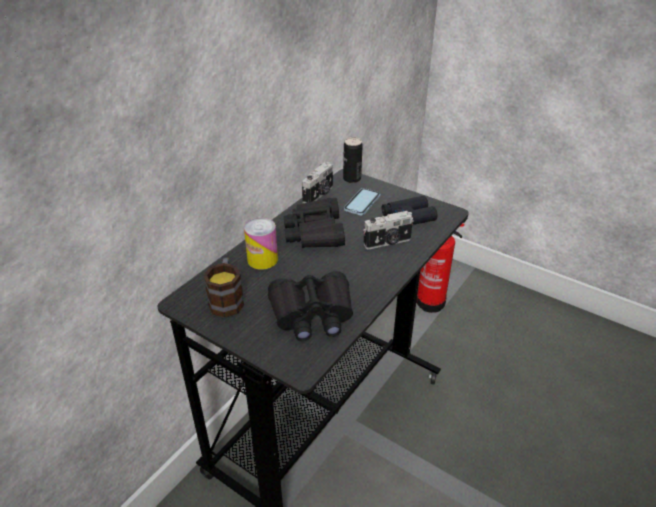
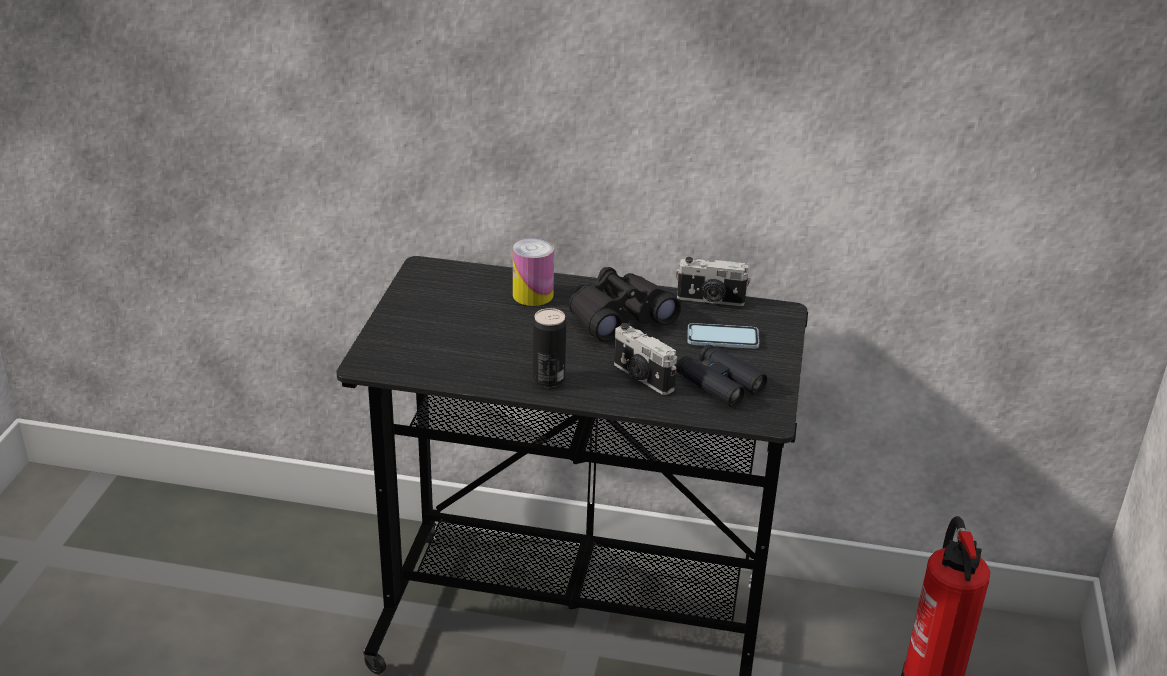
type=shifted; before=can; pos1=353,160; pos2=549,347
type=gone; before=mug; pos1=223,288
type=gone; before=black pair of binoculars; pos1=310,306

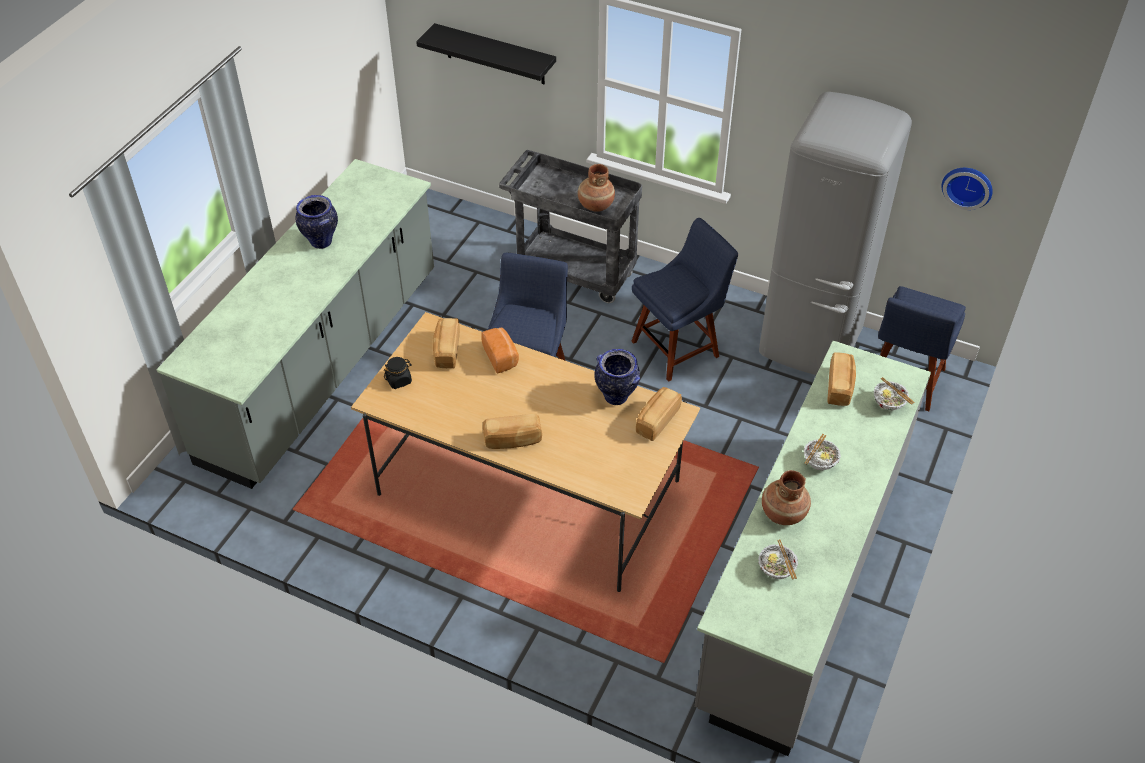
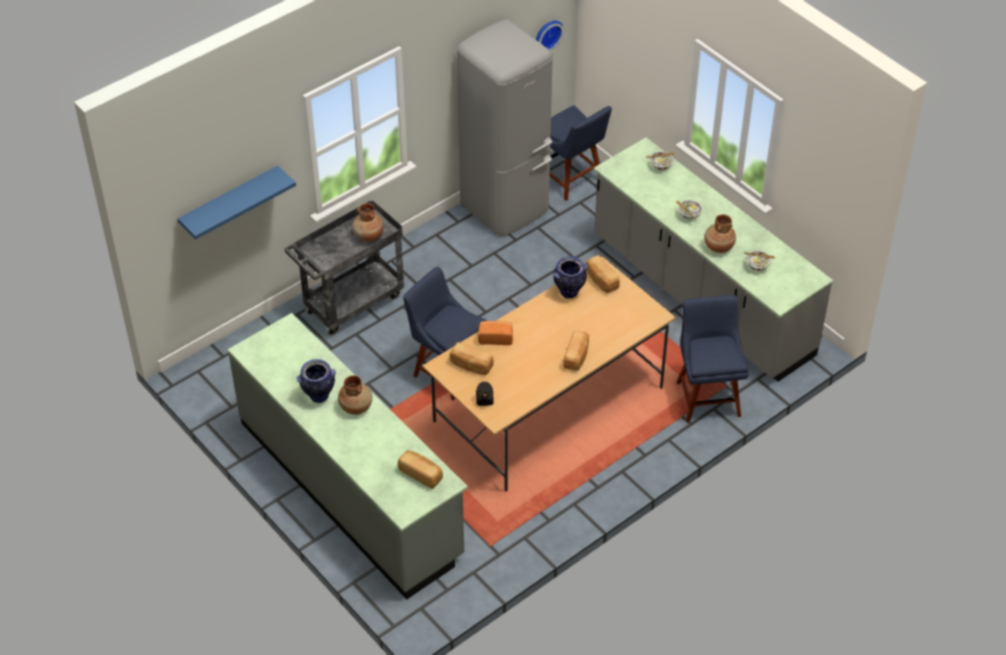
type=repainted; before=black shelf; after=blue-coloured shelf; pos1=486,53; pos2=236,202
type=shifted; before=blue-coloured plain chair; pos1=684,300; pos2=712,358
type=shifted; before=bakery bread; pos1=841,379; pos2=420,469
type=new; after=brownish flower vase; pos2=355,395

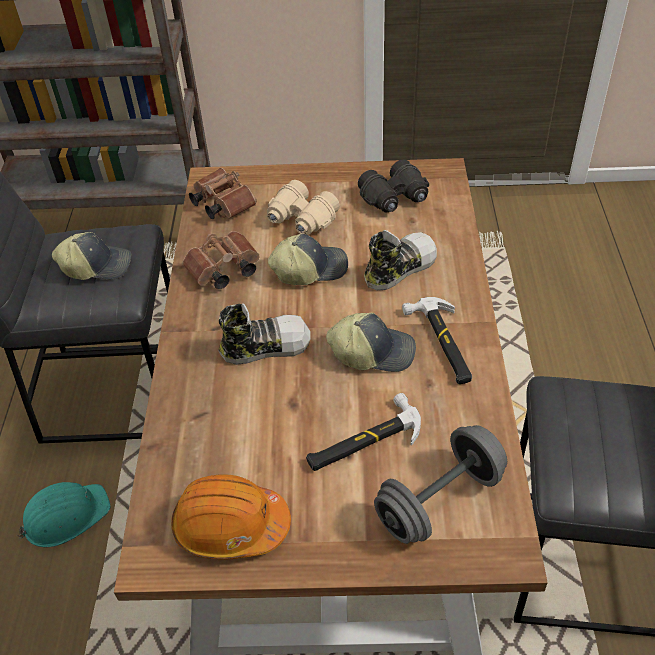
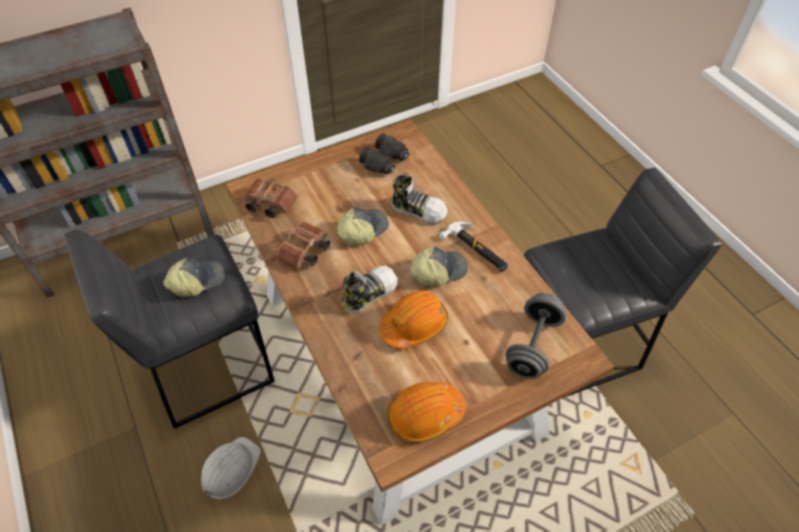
type=gone; before=beige-coloured pair of binoculars; pos1=303,207
type=rotated; before=shoe; pos1=400,260; pos2=419,200; turn=90
type=gone; before=hand hammer; pos1=363,432
type=repainted; before=turquoise-coloured work helmet; after=white-coloured work helmet; pos1=64,514; pos2=231,468
type=new; after=orangey work helmet; pos2=413,319

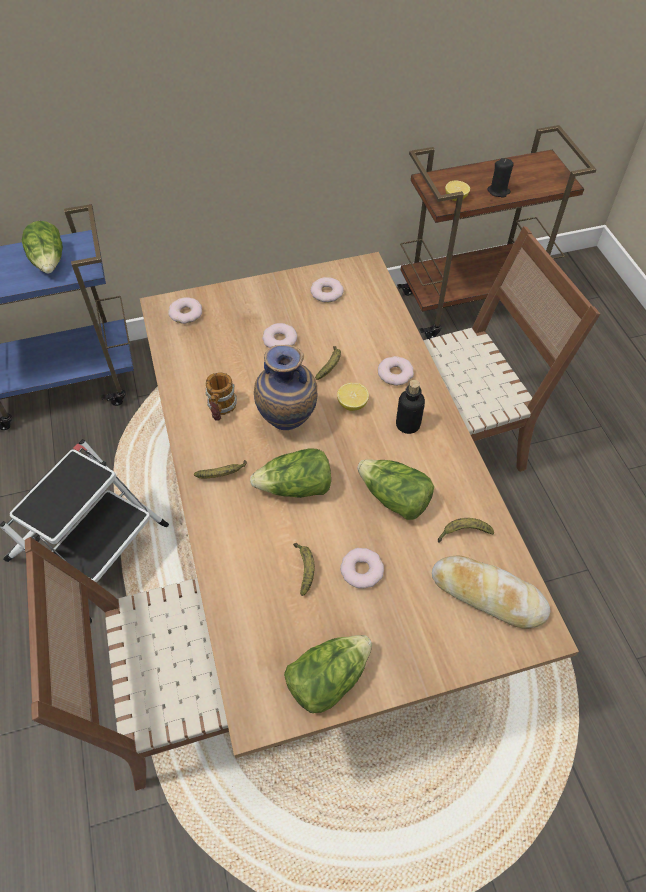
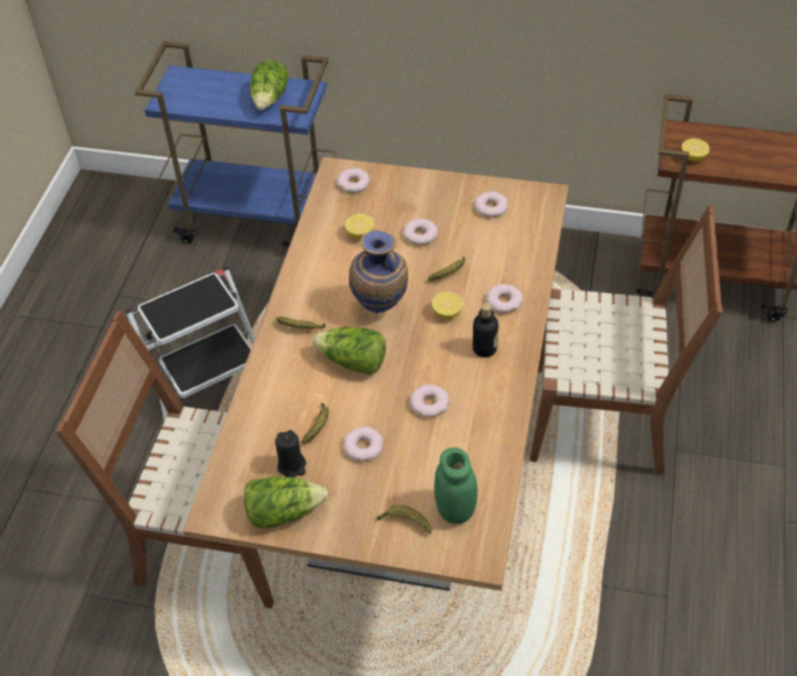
type=shifted; before=black wax light; pos1=500,178; pos2=290,453
type=gone; before=mug; pos1=221,397
type=swapped; before=lettuce head; after=donut; pos1=395,489; pos2=430,401
type=shifted; before=banana; pos1=465,530; pos2=404,519
type=swapped; before=bakery bread; after=greenish storage jar; pos1=491,592; pos2=455,485
type=new; after=citrus fruit; pos2=359,226

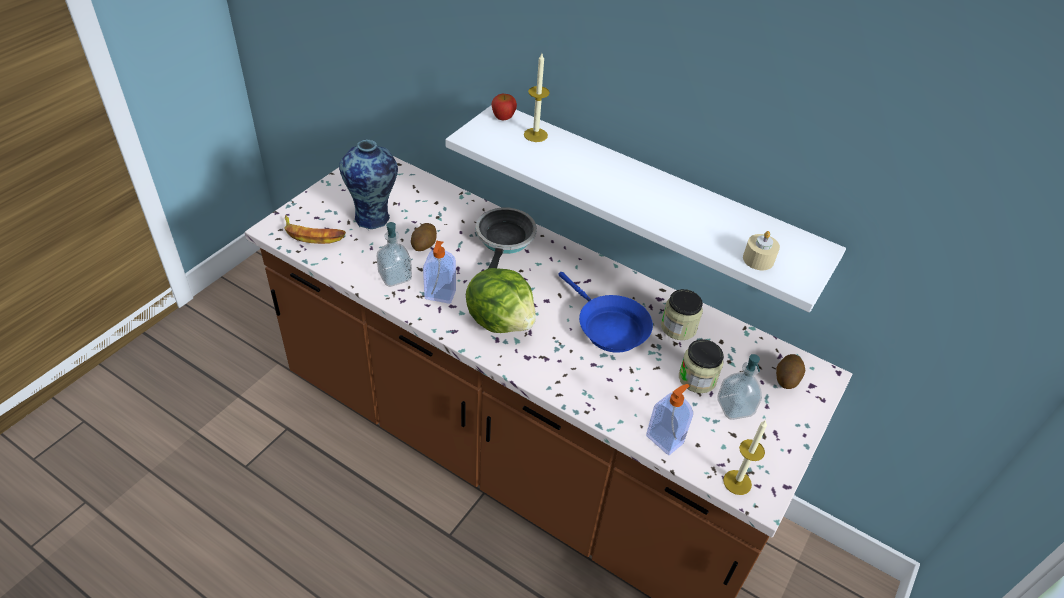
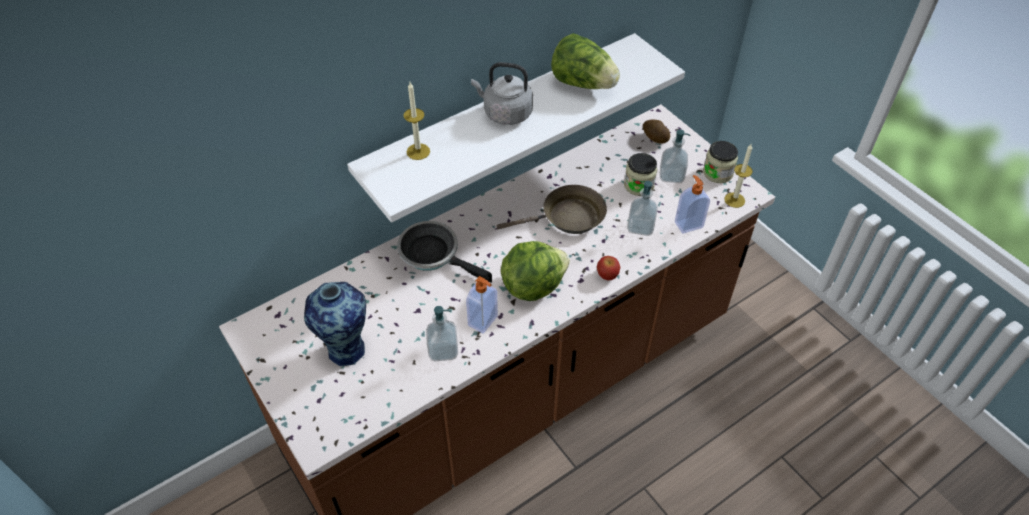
type=shifted; before=apple fruit; pos1=504,107; pos2=608,268
type=gone; before=banana; pos1=315,229
type=gone; before=potato; pos1=424,237
type=gone; before=beige-coloured wax light; pos1=761,250
type=repainted; before=blue-coloured skillet; after=brownish skillet; pos1=605,312; pos2=551,209
type=shifted; before=storage jar; pos1=682,314; pos2=720,162
type=new; after=lettuce head; pos2=585,61
type=new; after=grey tea kettle; pos2=502,93
type=new; after=soap dispenser; pos2=642,208

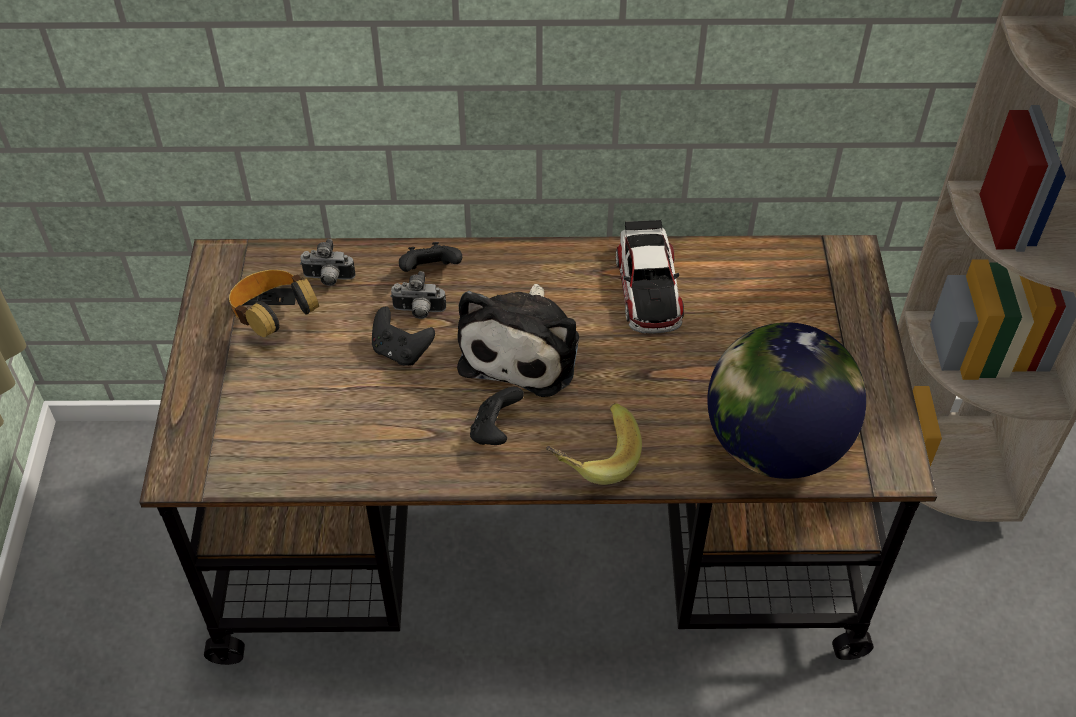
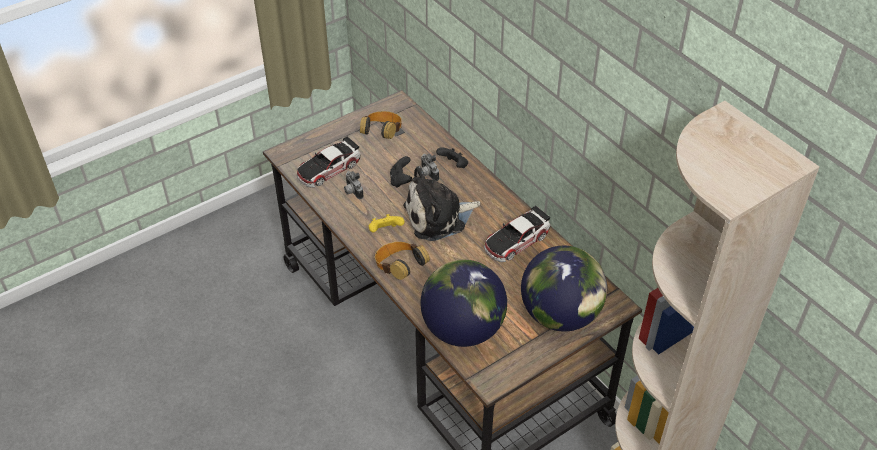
type=shifted; before=photo camera; pos1=328,262; pos2=354,185
type=repainted; before=black gamepad; after=yellow-coloured gamepad; pos1=497,416; pos2=387,223
type=swapped; before=banana; after=headset; pos1=594,444; pos2=402,261
type=new; after=toy car; pos2=329,162
type=new; after=world globe; pos2=564,289

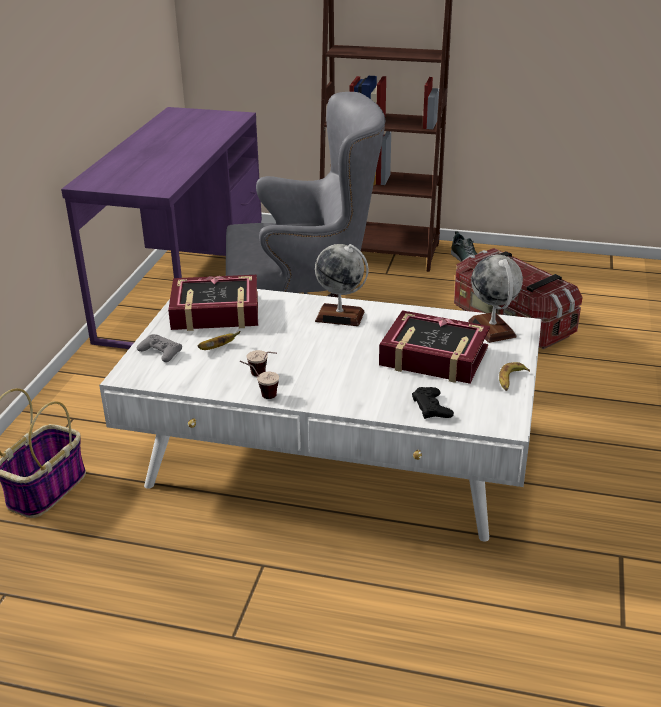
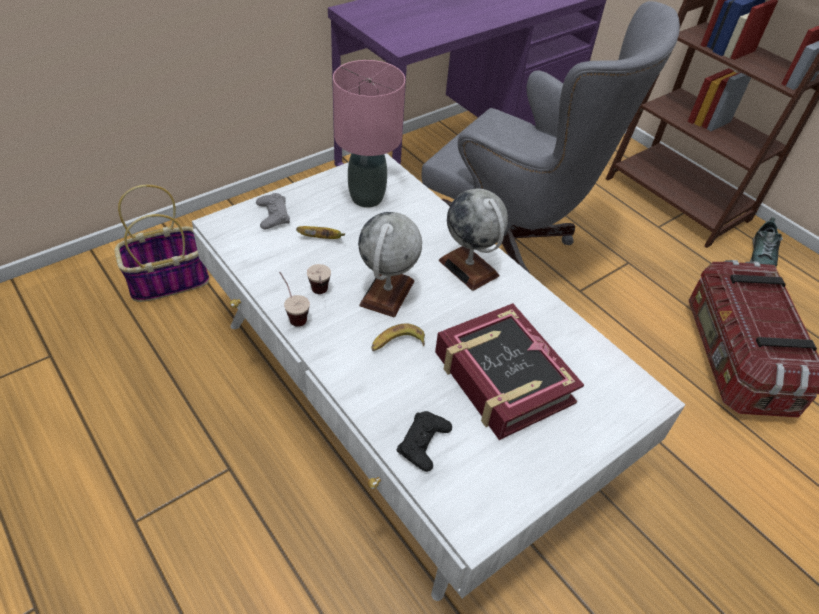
type=shifted; before=world globe; pos1=495,299; pos2=390,264
type=swapped; before=bound book; after=pink-coloured lamp for a table; pos1=213,303; pos2=369,134
type=shifted; before=banana; pos1=514,376; pos2=398,337

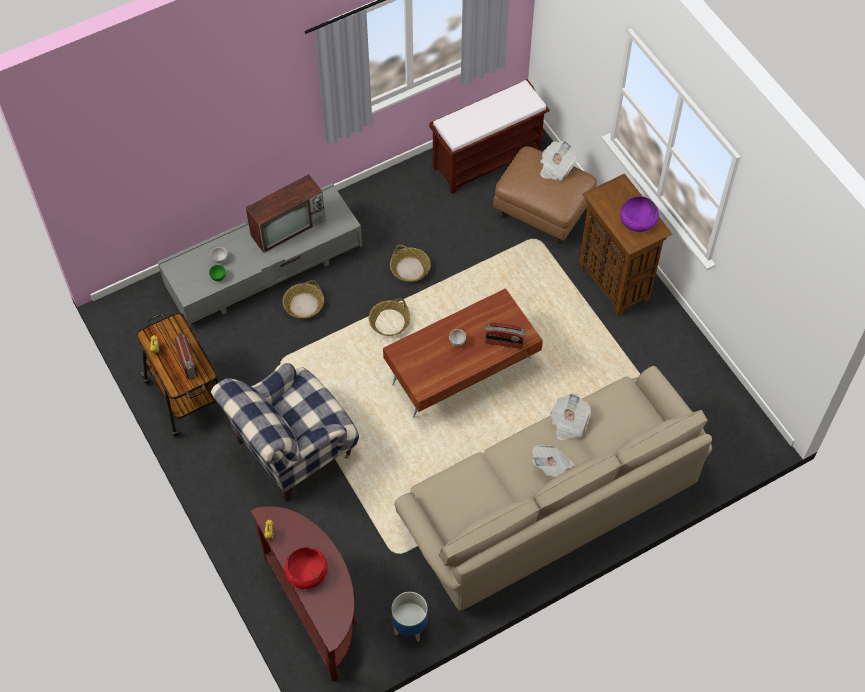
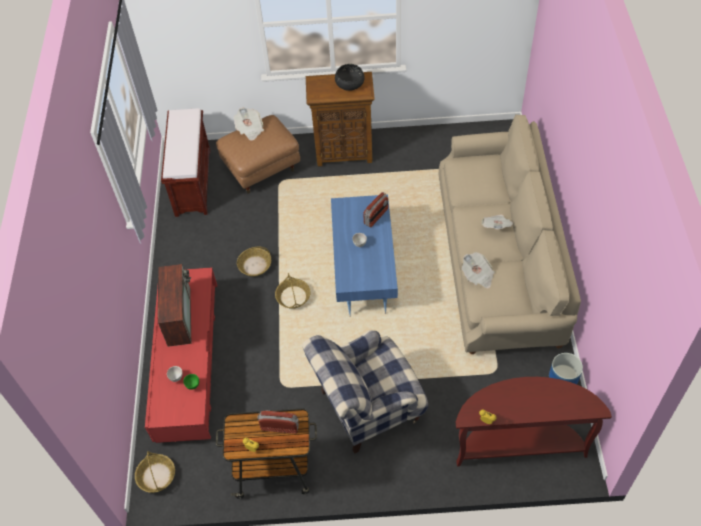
type=repainted; before=grey media console; after=reddish media console; pos1=260,254; pos2=181,355
type=repainted; before=purple serving bowl; after=black serving bowl; pos1=639,214; pos2=349,77
type=shifted; before=storage basket; pos1=303,299; pos2=155,472
type=repainted; before=brownish lounge table; after=blue-coloured lounge table; pos1=463,353; pos2=364,255
type=rotated; before=armchair; pos1=285,432; pos2=365,392; turn=75
type=shifted; before=daily paper; pos1=570,416; pos2=478,270
type=gone; before=reddish serving bowl; pos1=306,568

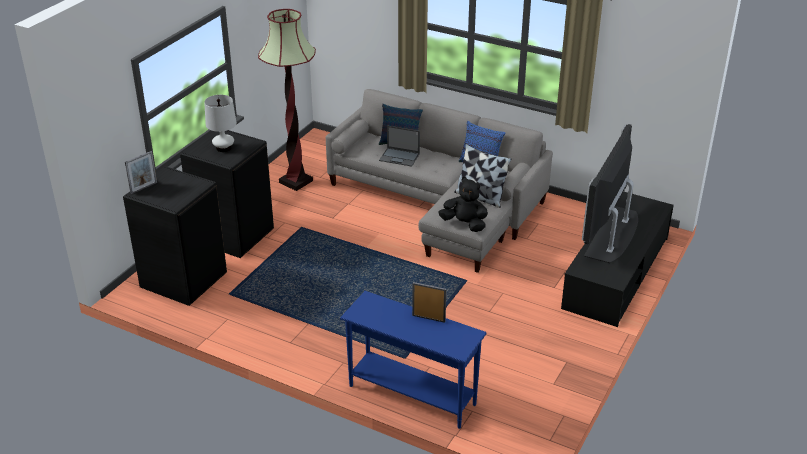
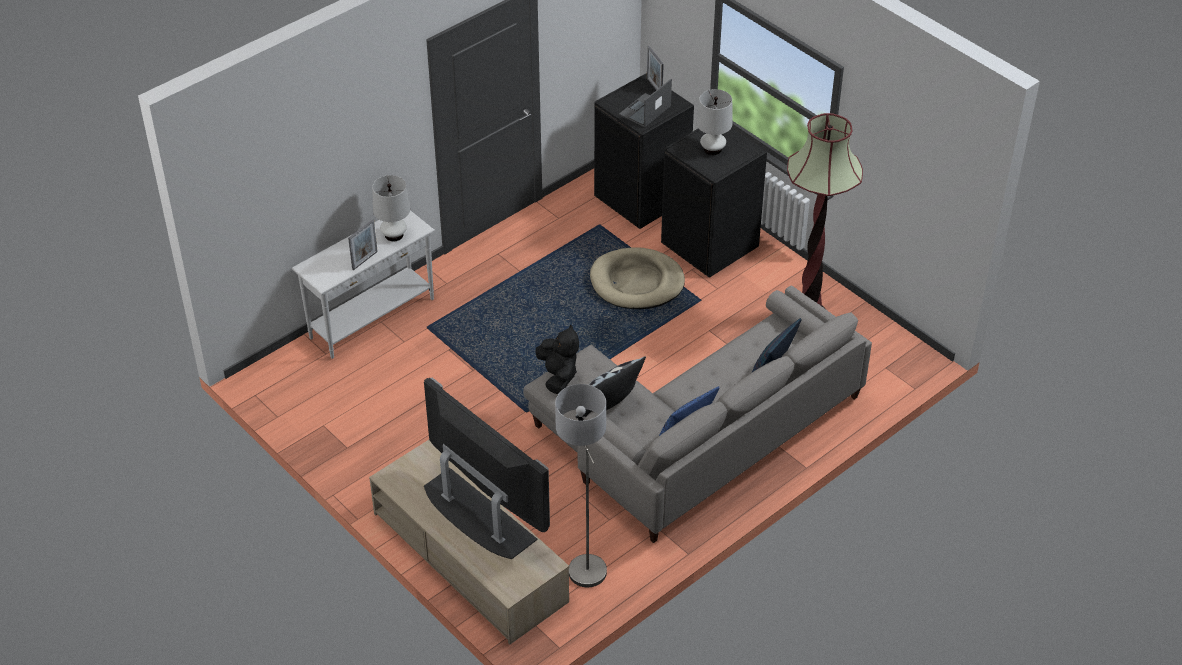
type=shifted; before=notebook computer; pos1=399,146; pos2=645,103
type=rotated; before=black cuddly toy; pos1=463,204; pos2=557,359; turn=-60
type=repainted; before=black media console; after=beige-coloured media console; pos1=617,259; pos2=469,542
type=repainted; before=blue-coloured narrow table; after=white-coloured narrow table; pos1=413,360; pos2=363,284
type=new; after=white-coloured lamp for a table; pos2=391,208
type=new; after=beige-coloured dog bed; pos2=637,278
type=new; after=grey floor lamp; pos2=581,485

